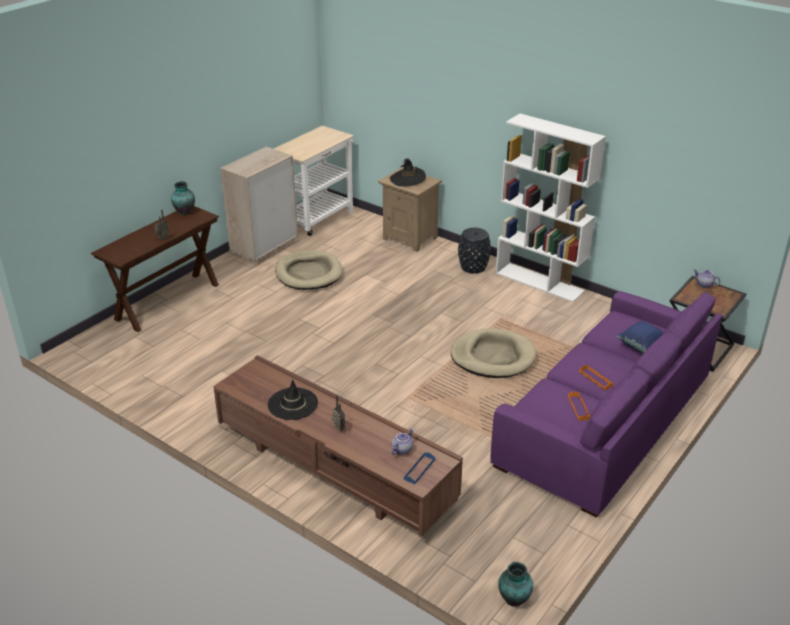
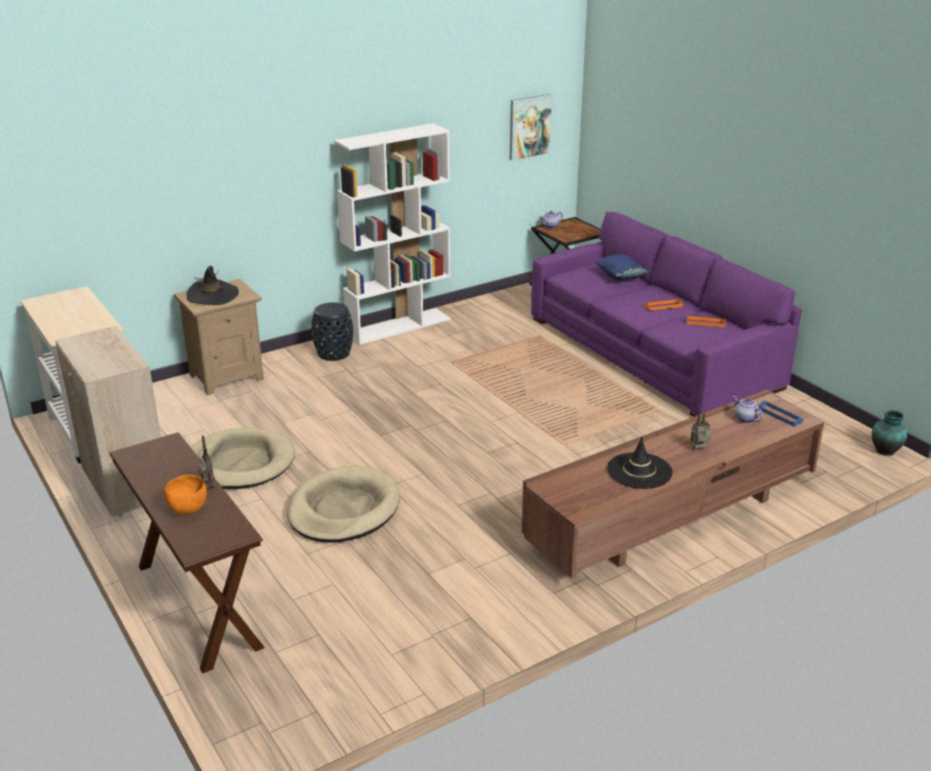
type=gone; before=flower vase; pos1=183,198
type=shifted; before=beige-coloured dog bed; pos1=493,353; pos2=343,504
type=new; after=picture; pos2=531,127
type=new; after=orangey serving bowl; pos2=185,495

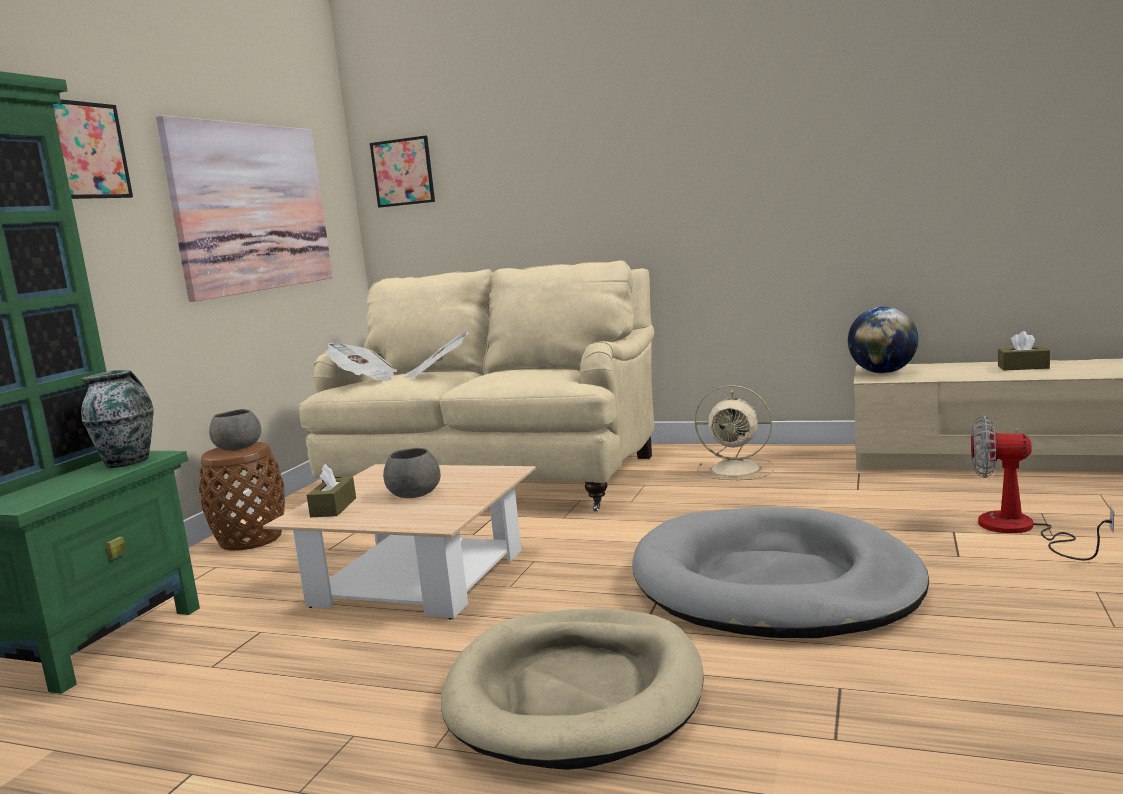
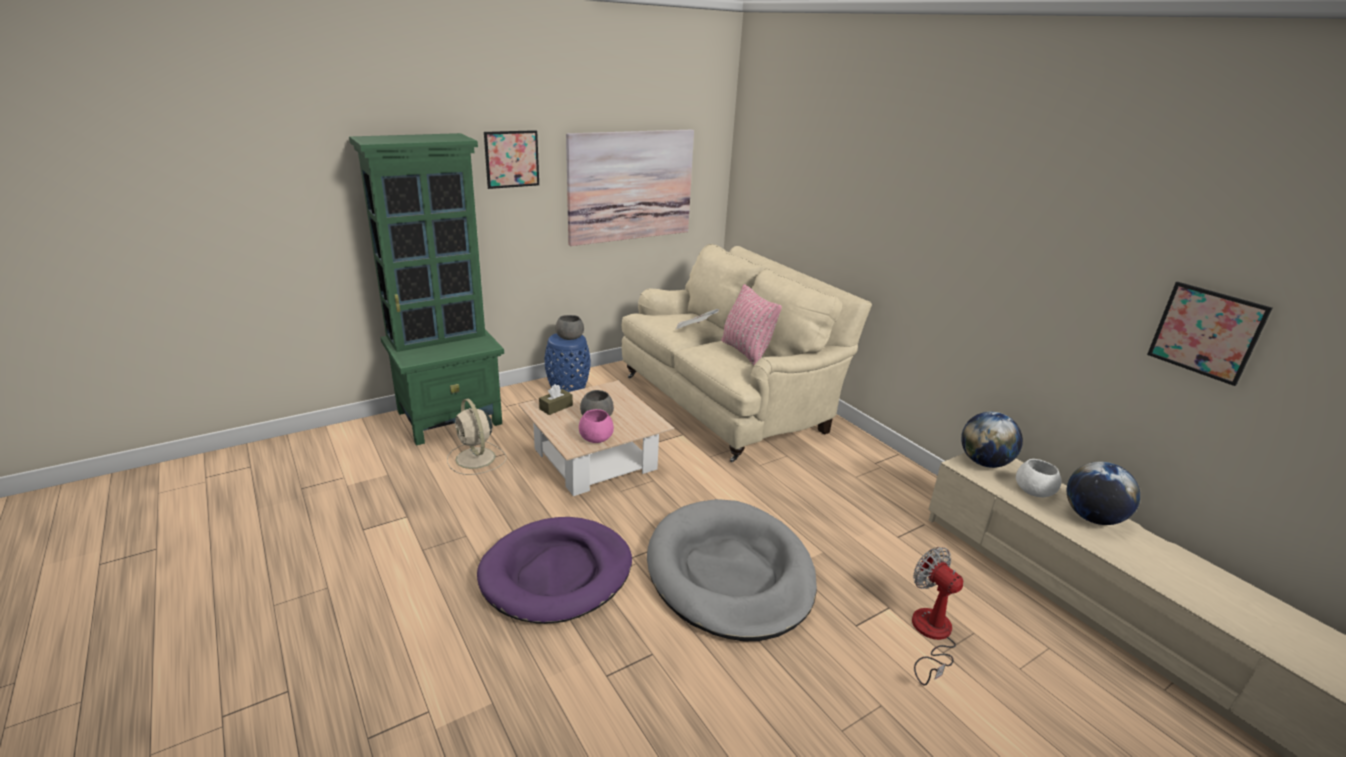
type=shifted; before=picture; pos1=402,172; pos2=1209,334
type=swapped; before=brownish tissue box; after=world globe; pos1=1024,351; pos2=1103,493
type=gone; before=daily paper; pos1=361,362
type=gone; before=flower vase; pos1=117,419
type=shifted; before=beige-coloured cooling fan; pos1=735,432; pos2=476,437
type=repainted; before=brownish stool; after=blue-coloured stool; pos1=242,496; pos2=567,362
type=repainted; before=beige-coloured dog bed; after=purple dog bed; pos1=572,689; pos2=554,570
type=new; after=pink-coloured cushion; pos2=751,324
type=new; after=pink-coloured serving bowl; pos2=596,426
type=new; after=white-coloured serving bowl; pos2=1038,478

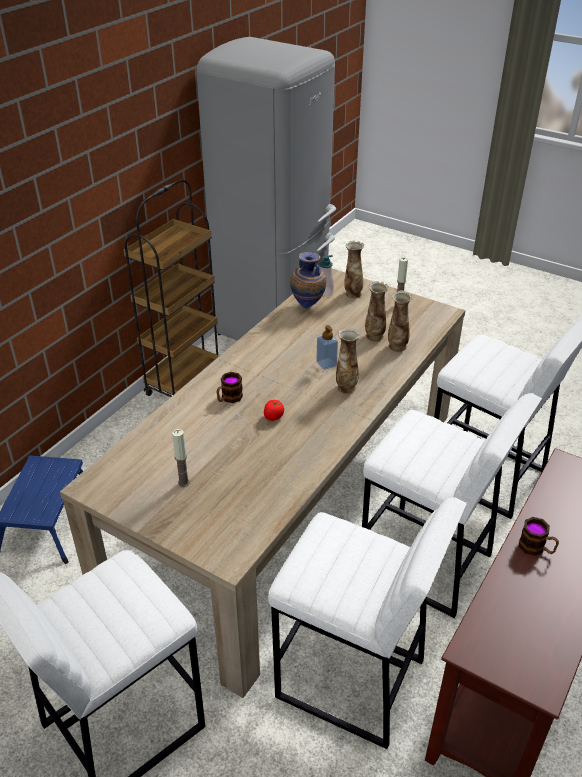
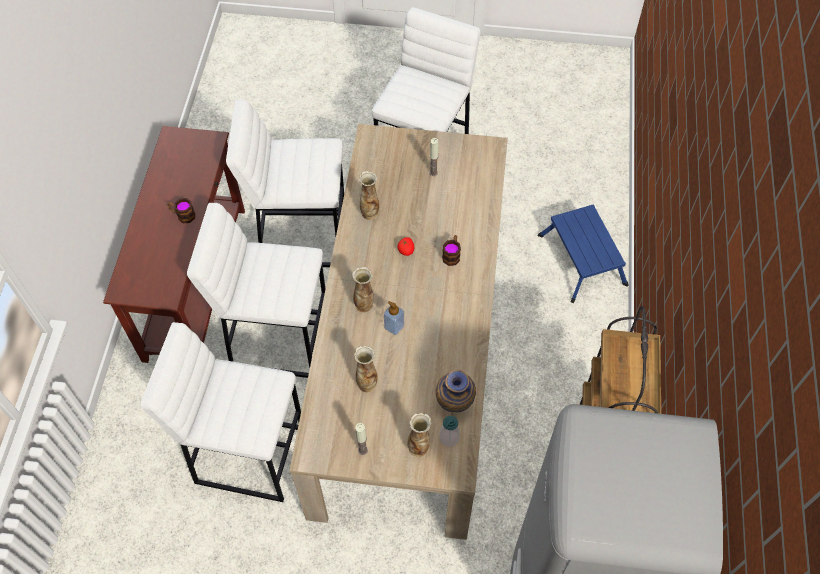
type=shifted; before=flower vase; pos1=400,321; pos2=369,195

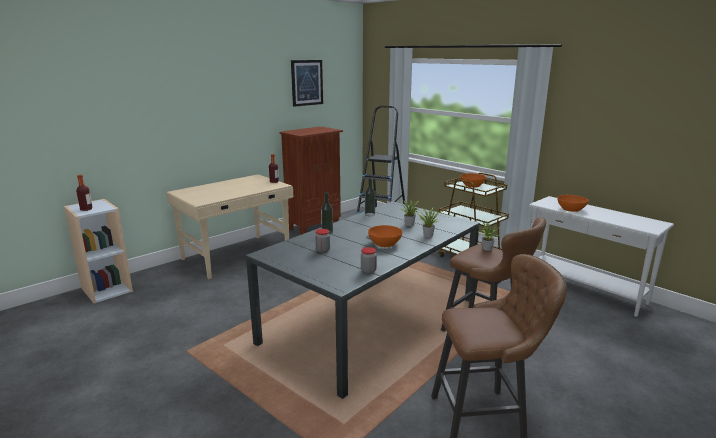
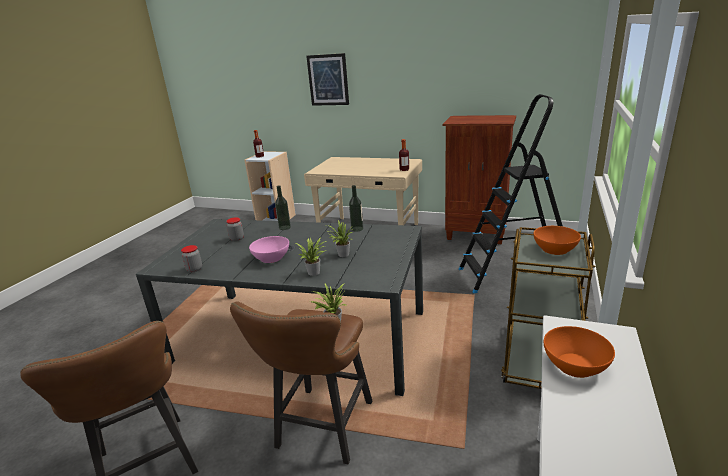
type=shifted; before=picture; pos1=307,83; pos2=327,79
type=repainted; before=orangey serving bowl; after=pink-coloured serving bowl; pos1=385,236; pos2=269,249

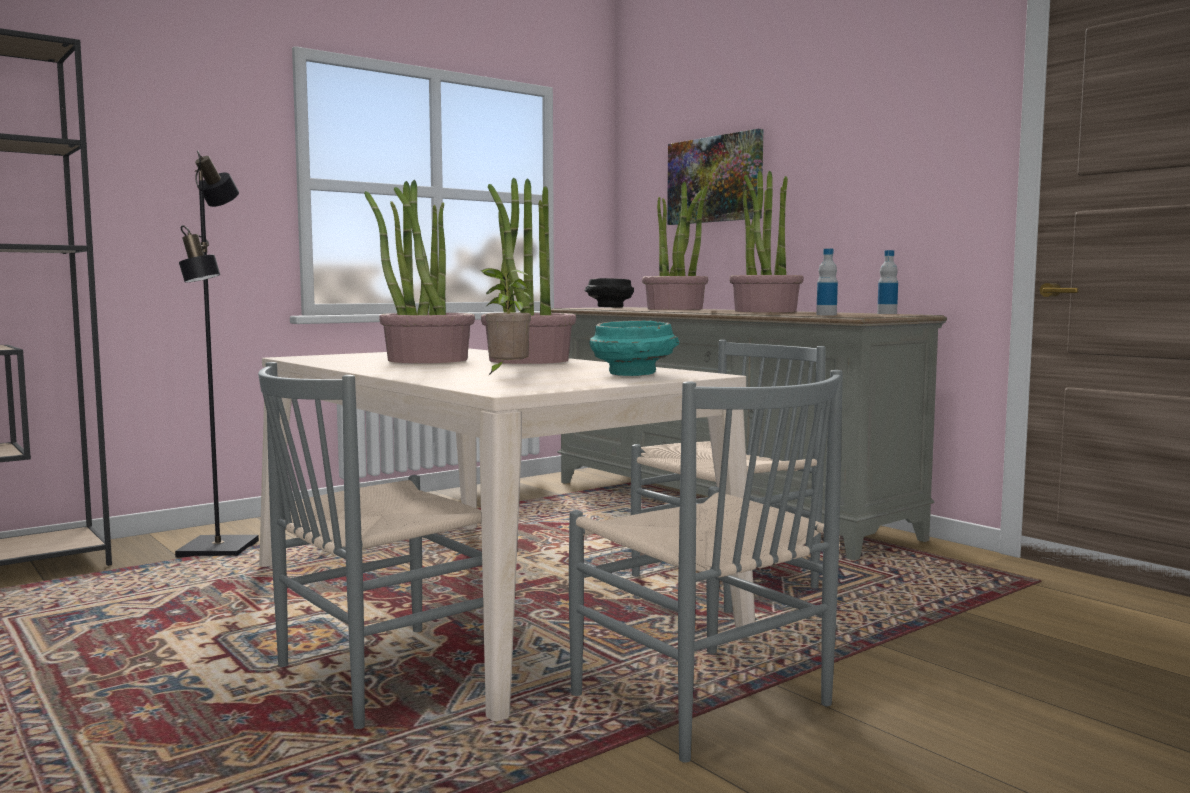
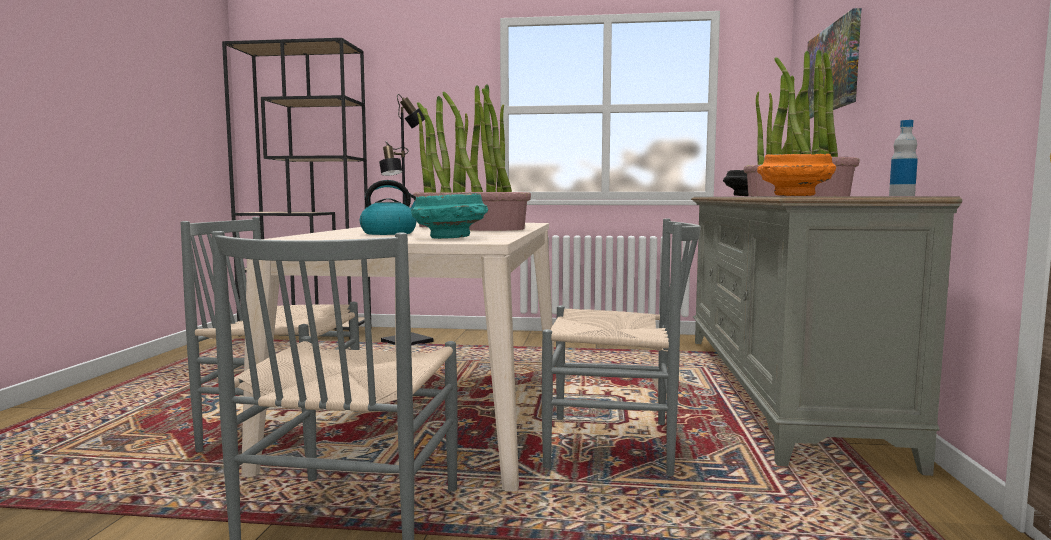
type=swapped; before=drink bottle; after=orangey serving bowl; pos1=827,282; pos2=796,175
type=swapped; before=potted plant; after=tea kettle; pos1=506,321; pos2=388,207

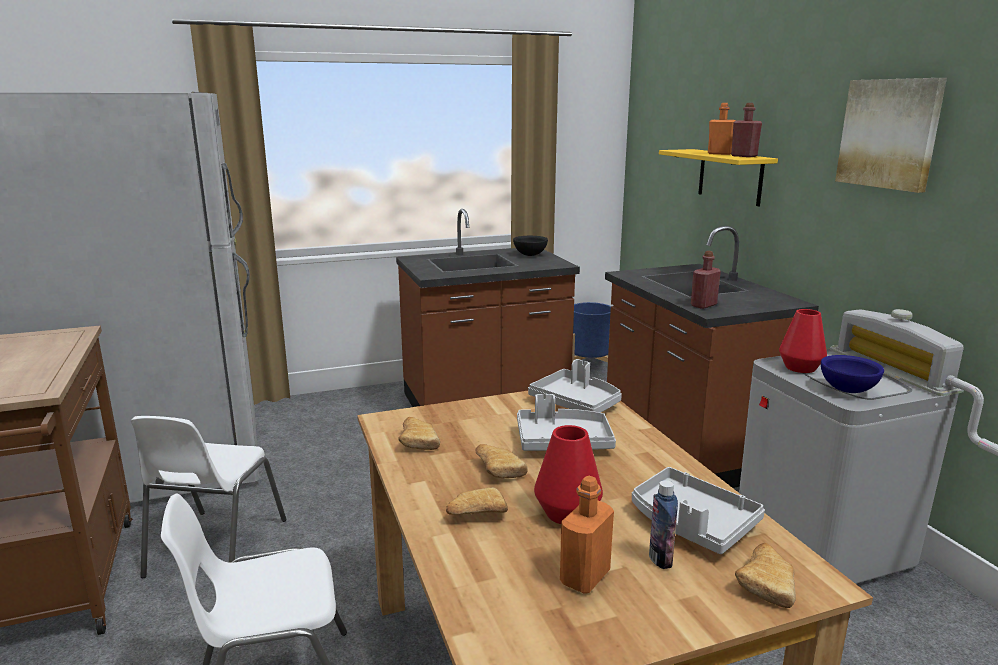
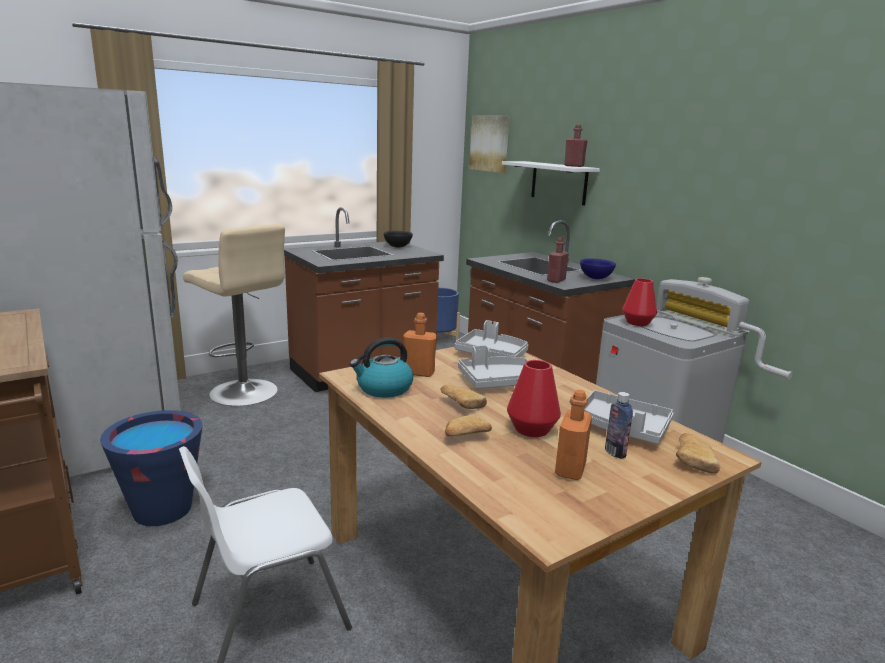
type=shifted; before=picture; pos1=891,135; pos2=489,144
type=shifted; before=orangey drink bottle; pos1=722,129; pos2=420,345
type=repainted; before=yellow-coloured shelf; after=white-coloured shelf; pos1=718,177; pos2=551,183
type=shifted; before=blue-coloured serving bowl; pos1=852,374; pos2=598,269
type=swapped; before=white-coloured plain chair; after=blue-coloured pail; pos1=208,497; pos2=151,468
type=swapped; before=bakery bread; after=tea kettle; pos1=419,433; pos2=381,367
type=new; after=beige-coloured stool; pos2=234,315

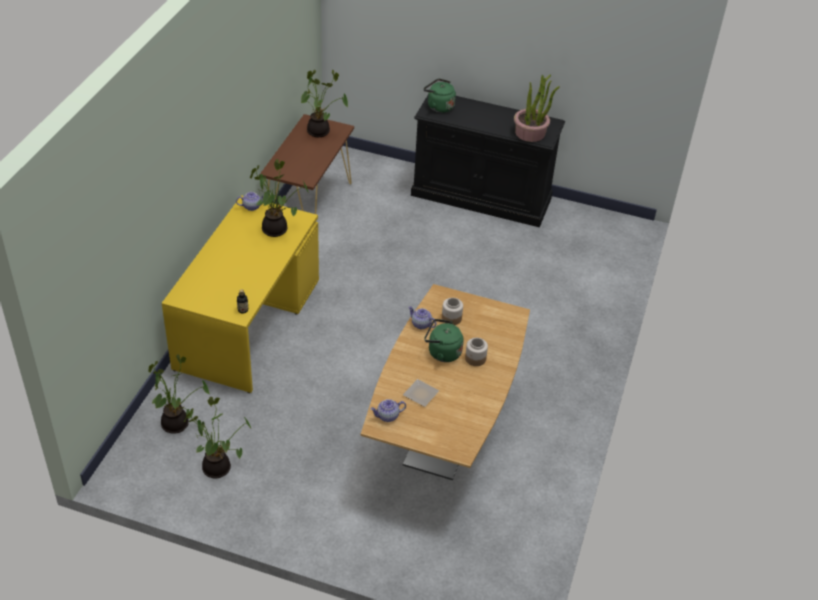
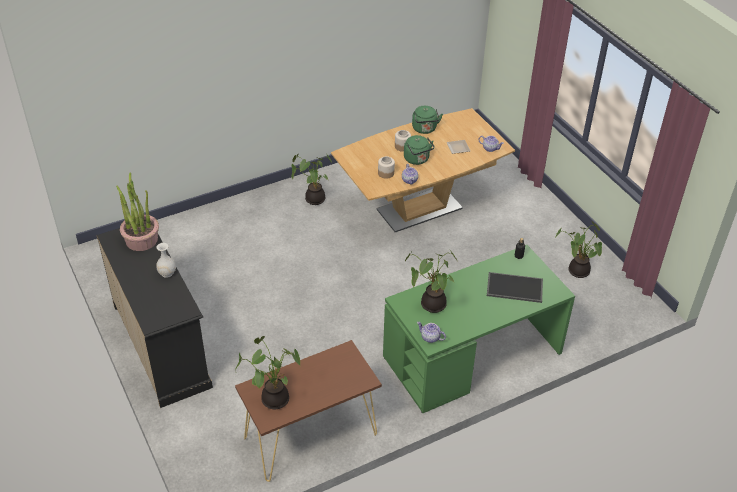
type=shifted; before=greenish tea kettle; pos1=439,96; pos2=427,120
type=repainted; before=yellow-coloured desk; after=greenish desk; pos1=240,294; pos2=479,329
type=shifted; before=potted plant; pos1=178,394; pos2=311,179
type=new; after=white-coloured flower vase; pos2=166,260
type=new; after=serving tray; pos2=515,287

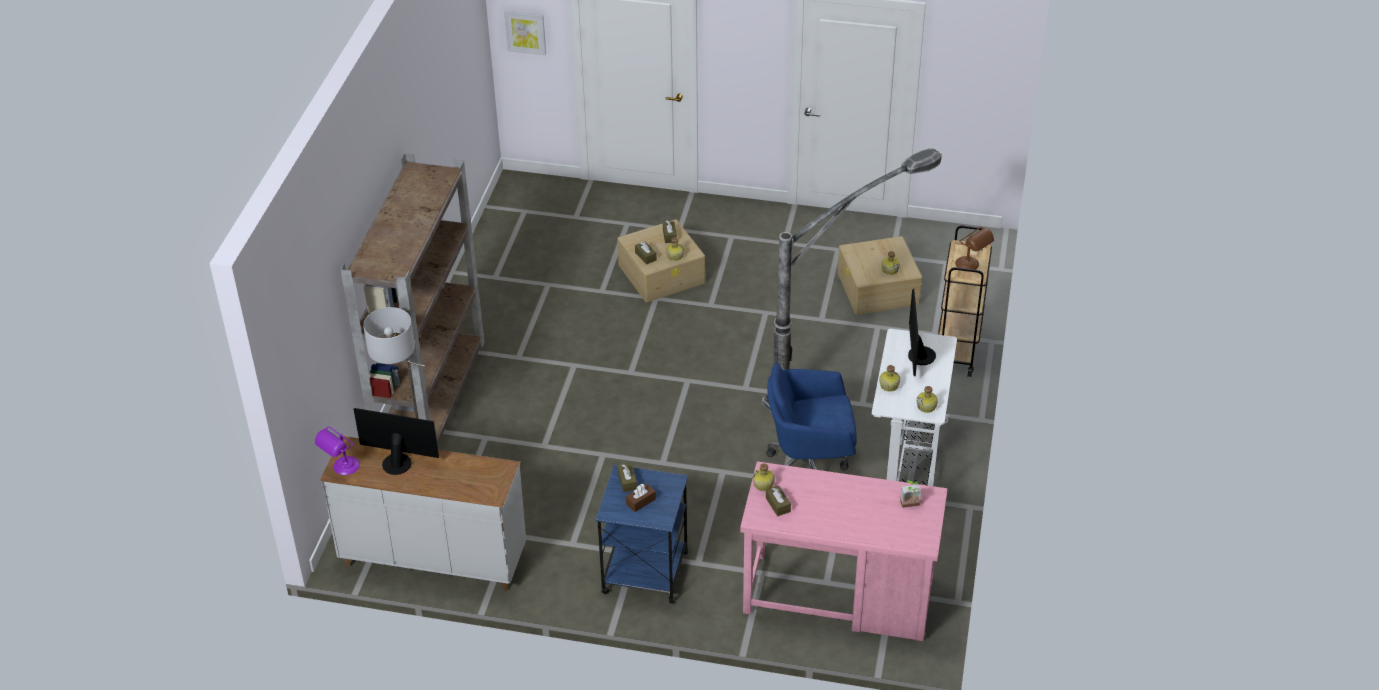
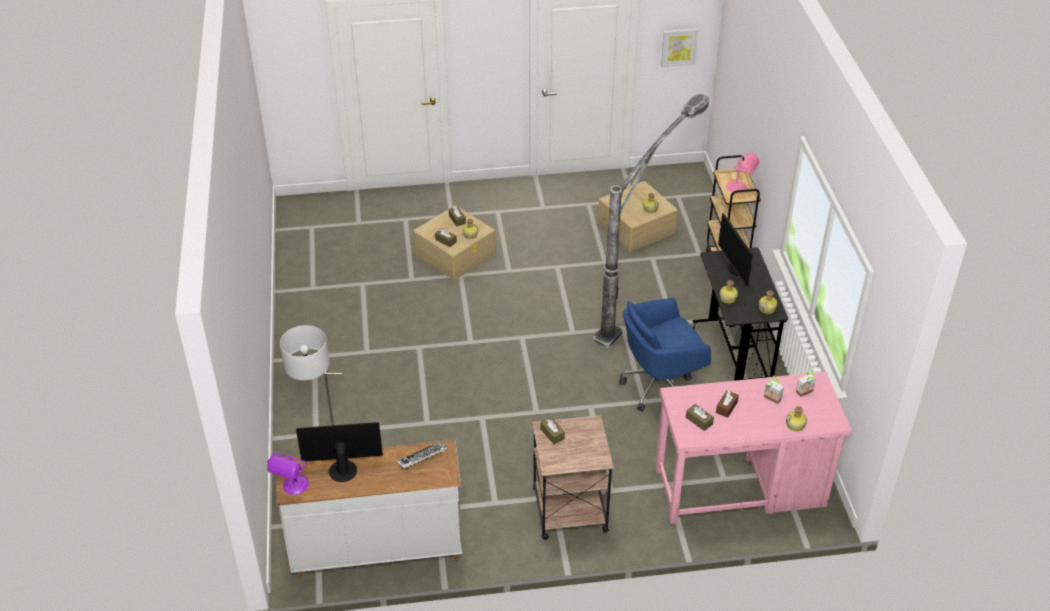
type=shifted; before=picture; pos1=525,33; pos2=679,48
type=gone; before=brownish bookcase; pos1=413,300
type=repainted; before=brownish lamp for a table; after=pink-coloured lamp for a table; pos1=974,248; pos2=742,173
type=repainted; before=white-coloured desk; after=black desk; pos1=914,407; pos2=740,314
type=shifted; before=drink bottle; pos1=764,477; pos2=796,419
type=repainted; before=blue-coloured cart; after=brownish cart; pos1=642,534; pos2=573,477
type=shifted; before=brownish tissue box; pos1=641,497; pos2=727,404
type=new; after=potted plant; pos2=774,389
type=new; after=PC keyboard; pos2=421,455

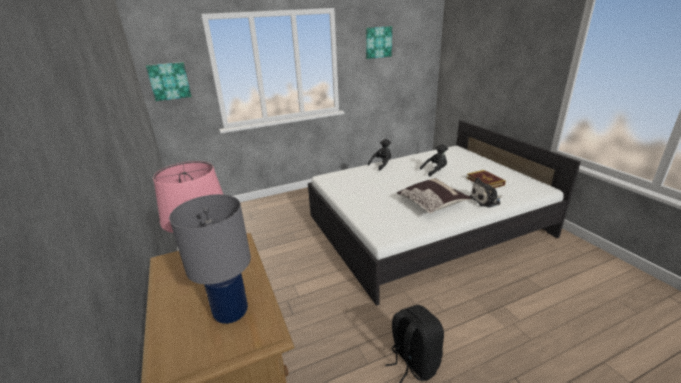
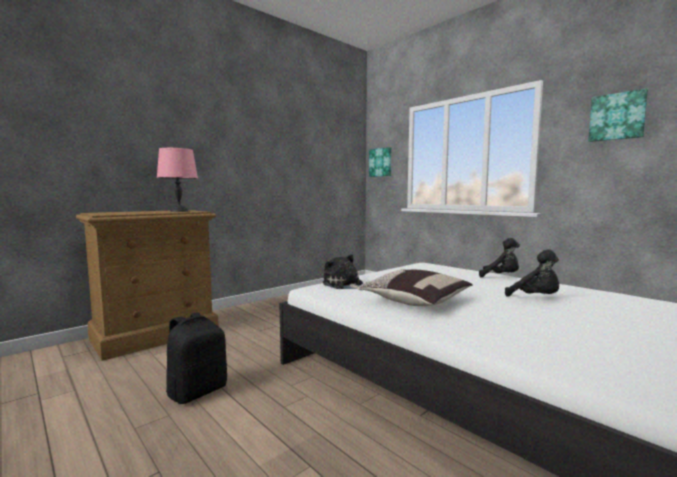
type=gone; before=bound book; pos1=486,179
type=shifted; before=cuddly toy; pos1=485,193; pos2=343,272
type=gone; before=grey lamp for a table; pos1=210,259

